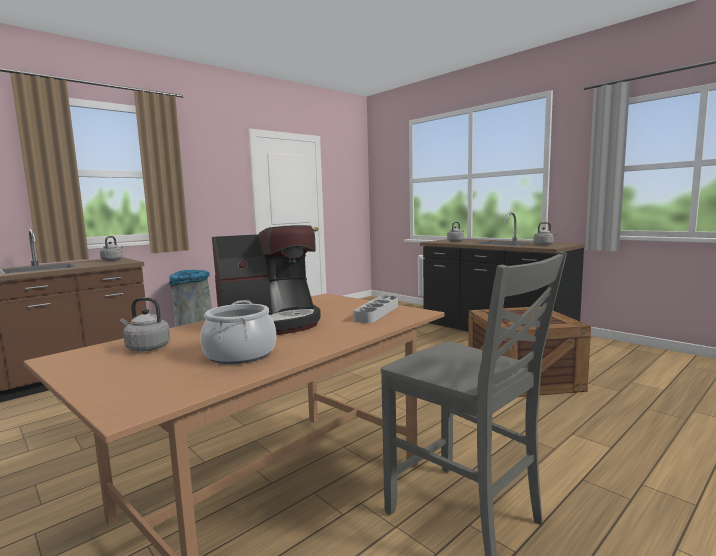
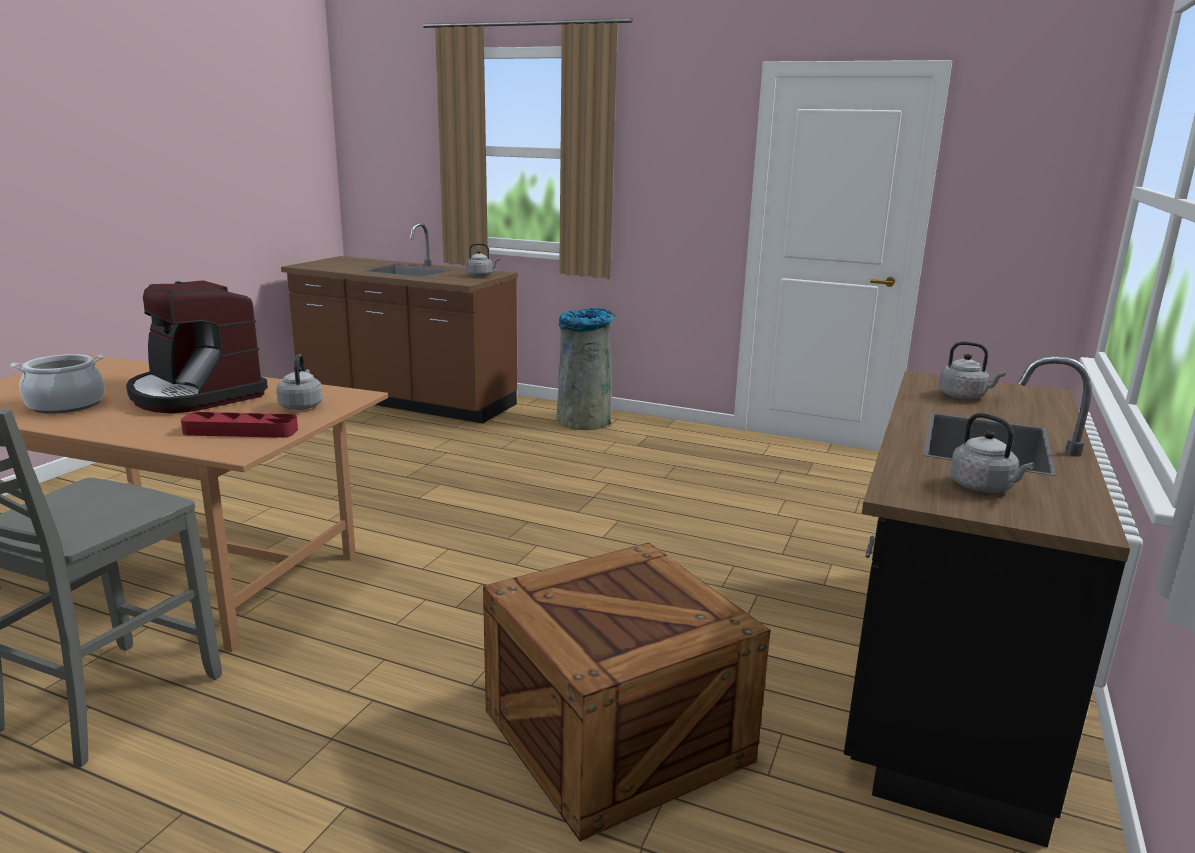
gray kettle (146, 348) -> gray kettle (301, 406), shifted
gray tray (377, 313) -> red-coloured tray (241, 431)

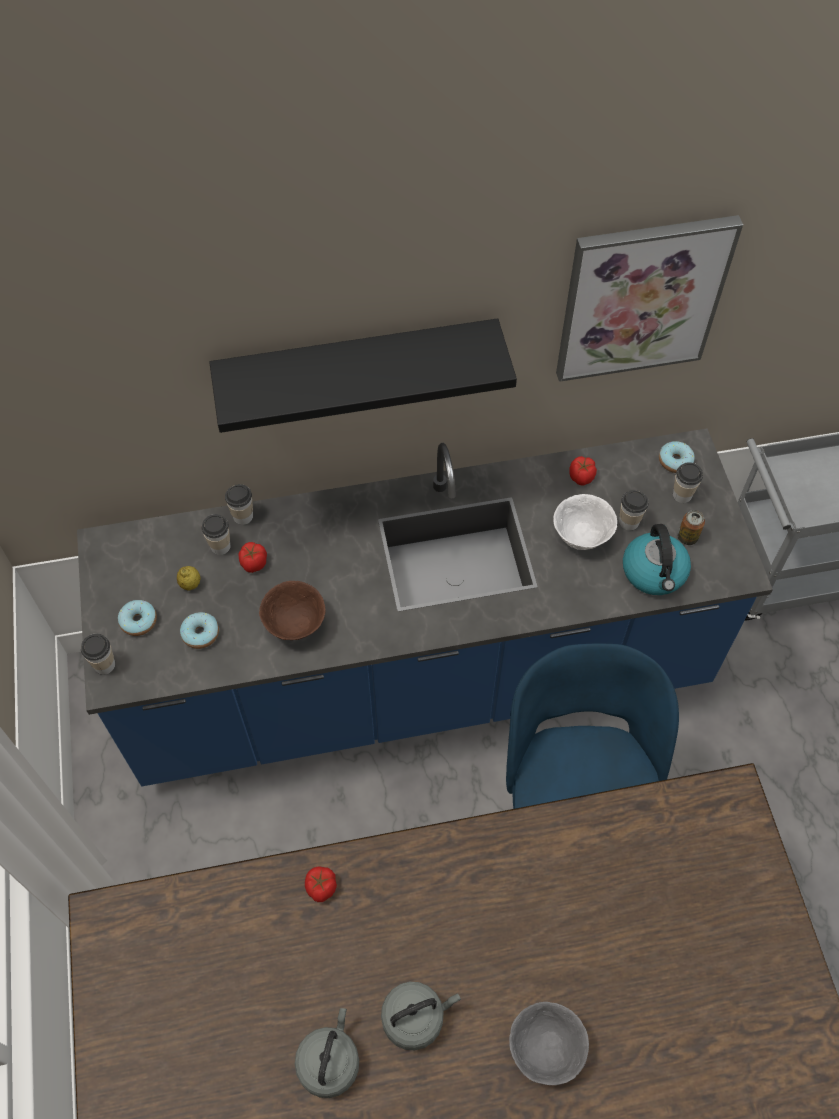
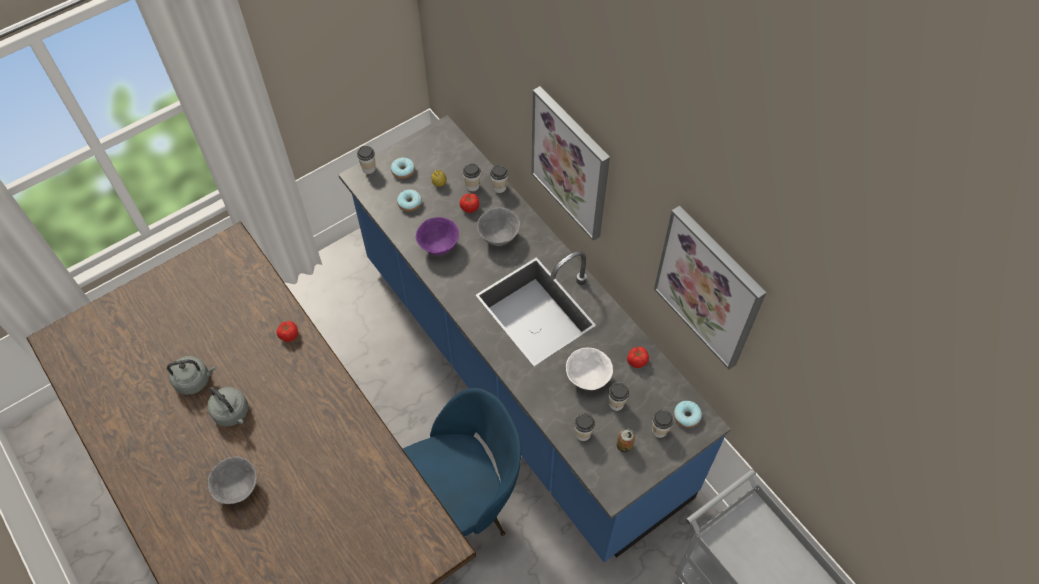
blackish wall shelf (357, 367) -> wall picture (571, 163)
brownish deep dish (295, 625) -> purple-coloured deep dish (438, 246)
kettle (654, 573) -> cup (583, 434)
none -> gray deep dish (499, 237)

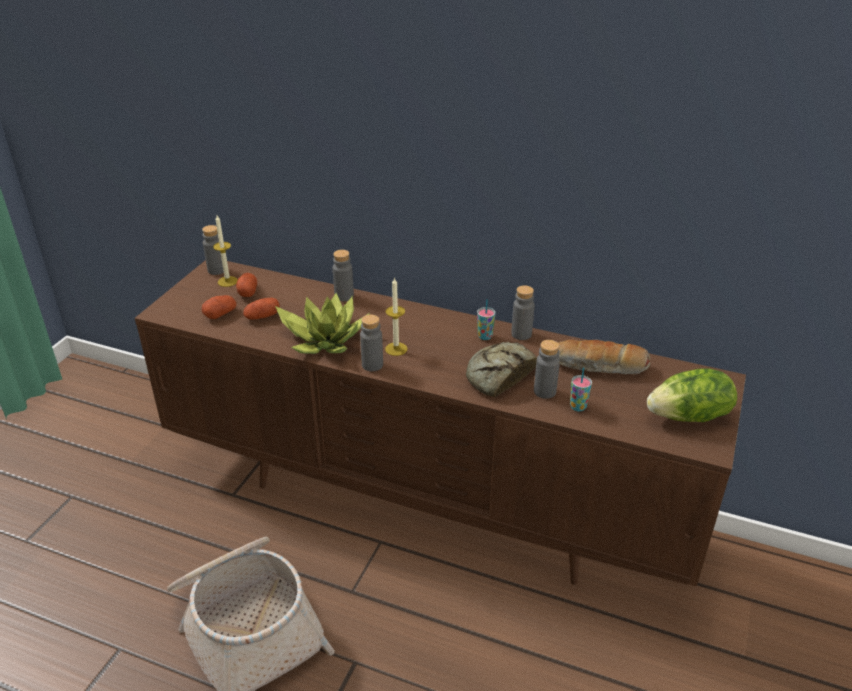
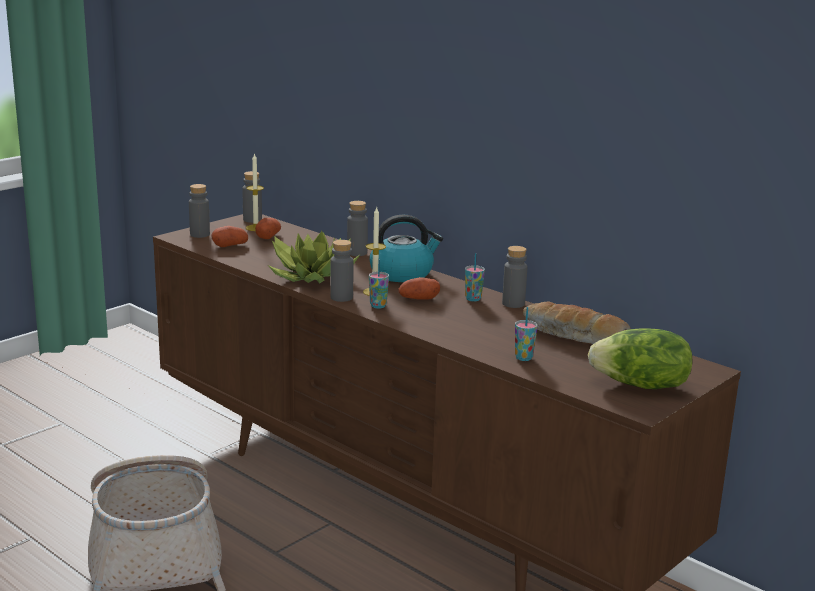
whole potato (262, 317) -> whole potato (418, 299), shifted
baked bread (498, 375) -> none
gray bottle (544, 391) -> gray bottle (200, 234), shifted
none -> cup (378, 306)
none -> kettle (402, 273)

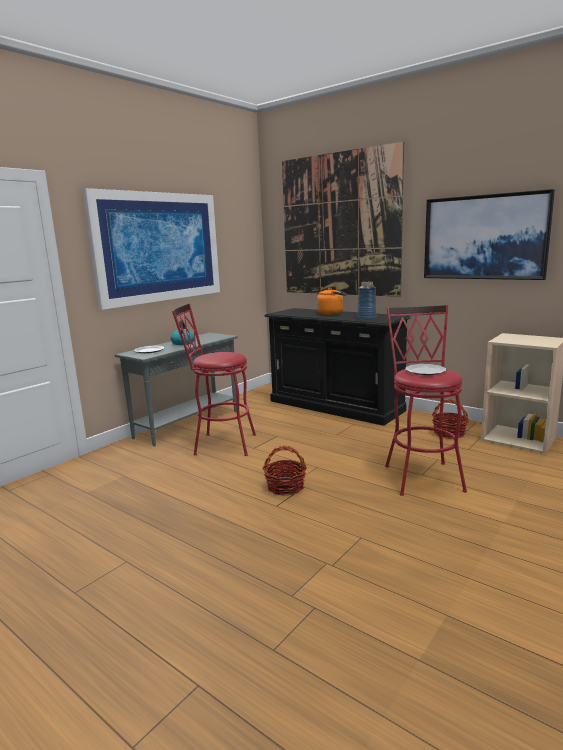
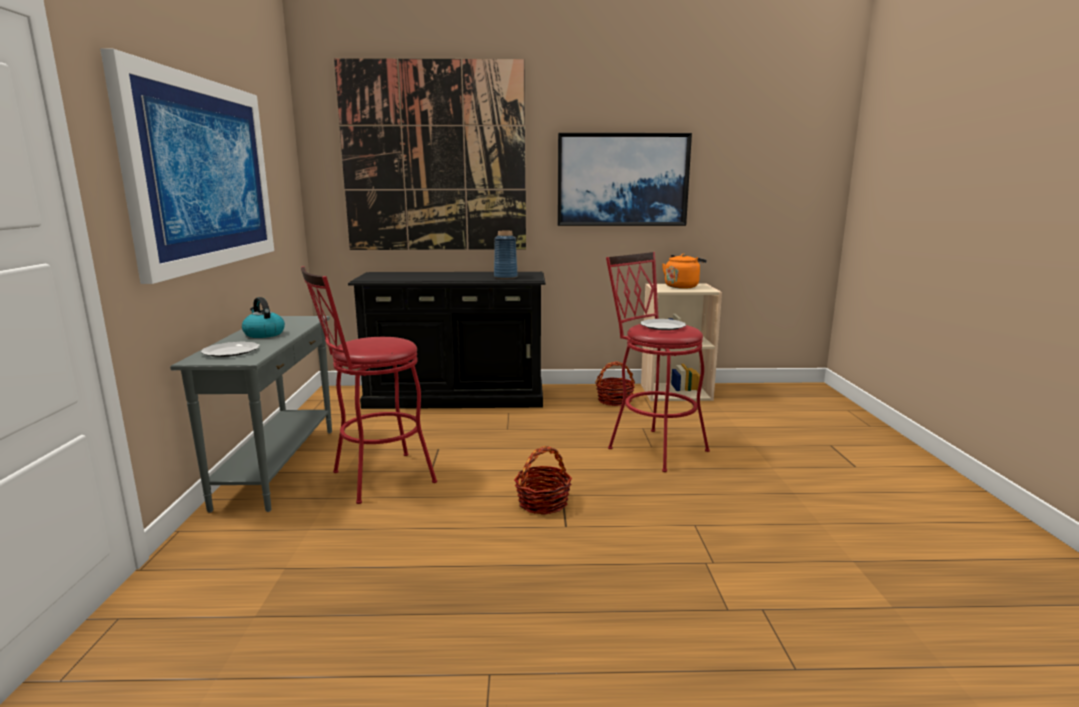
orange-coloured kettle (332, 313) -> orange-coloured kettle (682, 286), shifted

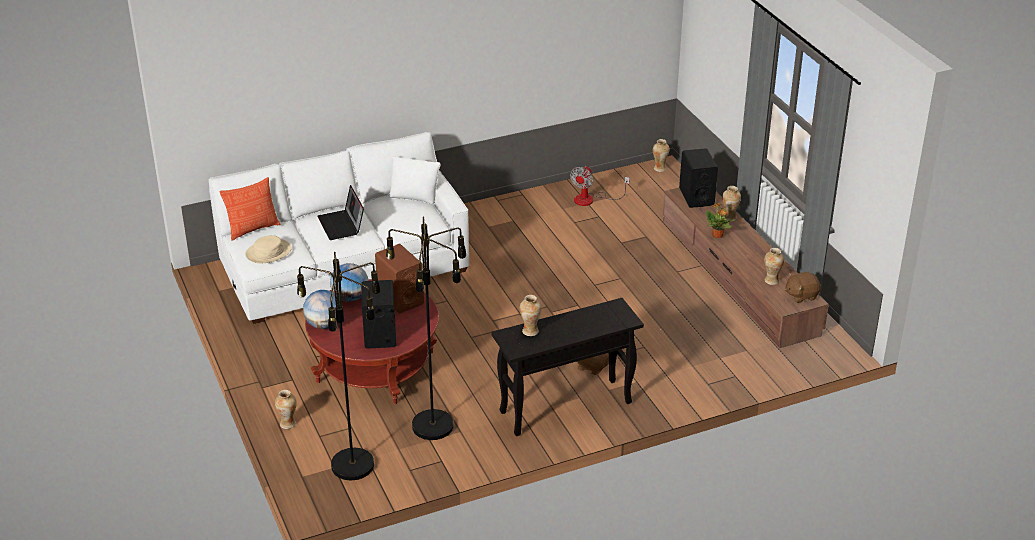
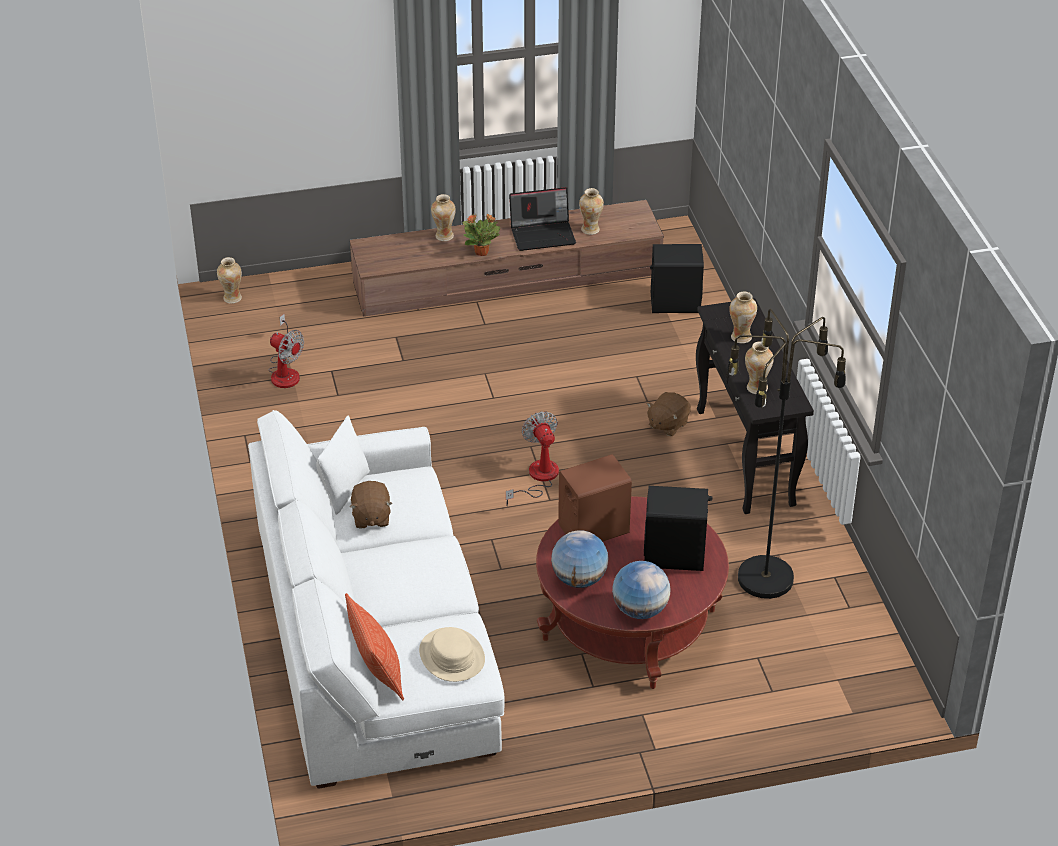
decorative vase (288, 424) -> decorative vase (741, 337), shifted
standing lamp (354, 465) -> none
notebook computer (342, 225) -> notebook computer (543, 234), shifted
blackish speaker (696, 197) -> blackish speaker (674, 303), shifted
brownish plush toy (801, 295) -> brownish plush toy (371, 517), shifted
none -> cooling fan (537, 478)

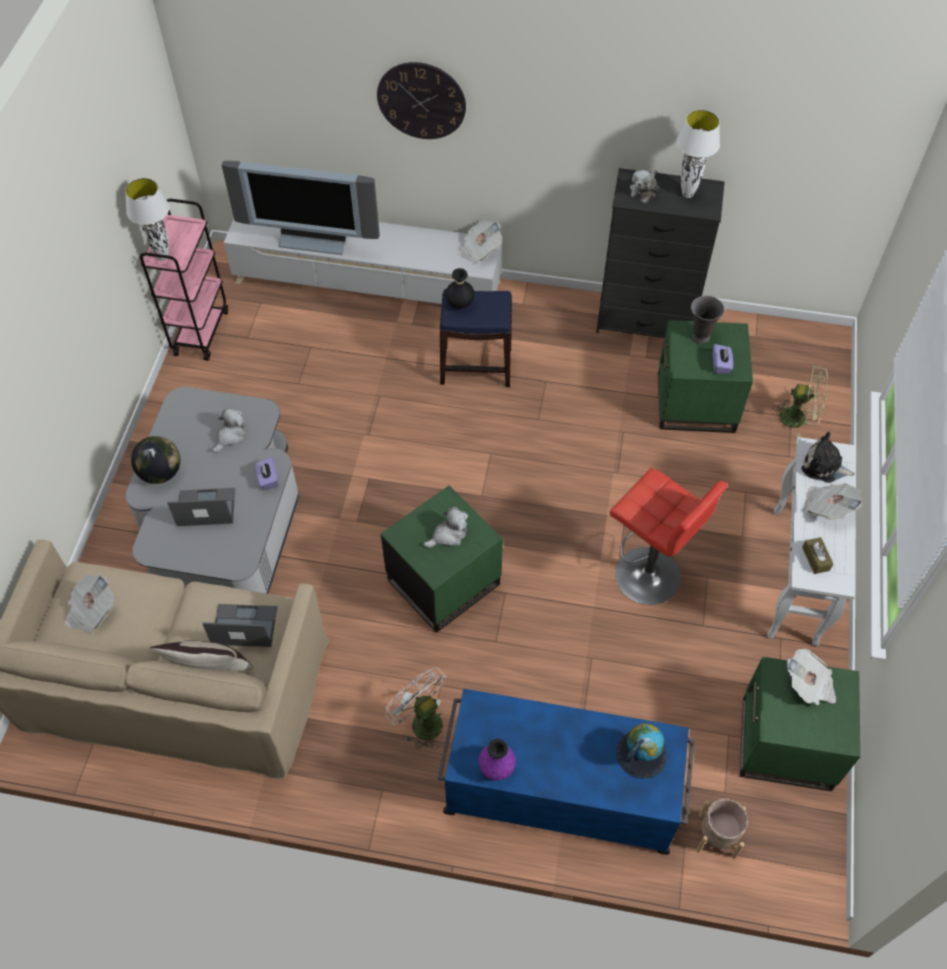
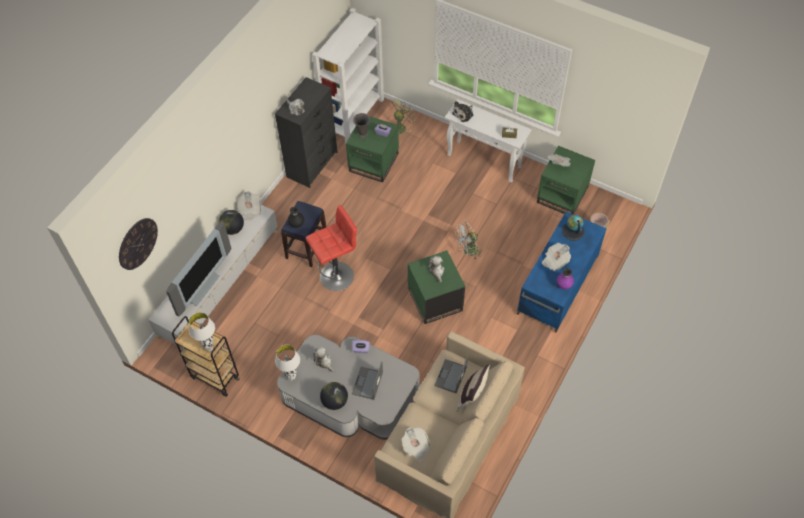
pink cart (200, 332) -> brownish cart (214, 379)
clock on the wall (421, 100) -> clock on the wall (137, 243), shifted
white cooling fan (421, 721) -> white cooling fan (468, 251), shifted
red-coloured sitting stool (648, 576) -> red-coloured sitting stool (337, 276), shifted
white table lamp (687, 194) -> white table lamp (291, 377), shifted
daily paper (827, 507) -> daily paper (555, 261), shifted
none -> world globe (233, 229)
none -> white bookcase (353, 116)

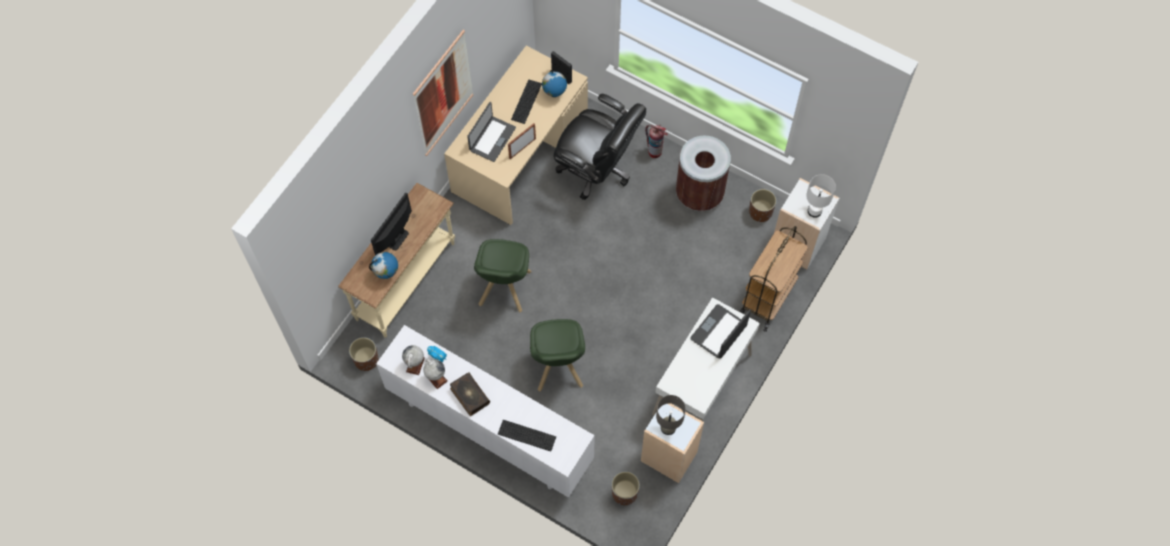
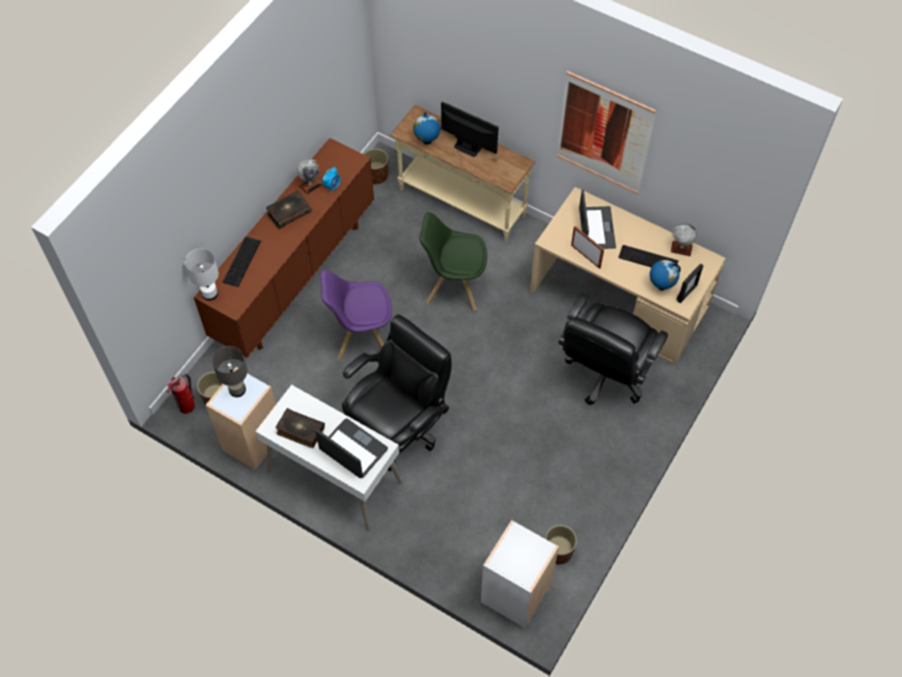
white cupboard (489, 431) -> brownish cupboard (295, 278)
world globe (415, 365) -> world globe (681, 248), shifted
notebook computer (492, 139) -> notebook computer (596, 228), 120 degrees counterclockwise
green upright chair (558, 367) -> purple-coloured upright chair (361, 337)
extinguisher (654, 151) -> extinguisher (187, 406), shifted
brownish trash can (699, 194) -> none
brownish cart (768, 296) -> none
white table lamp (814, 211) -> white table lamp (209, 294), shifted
none -> bound book (300, 431)
none -> blackish office chair (398, 427)

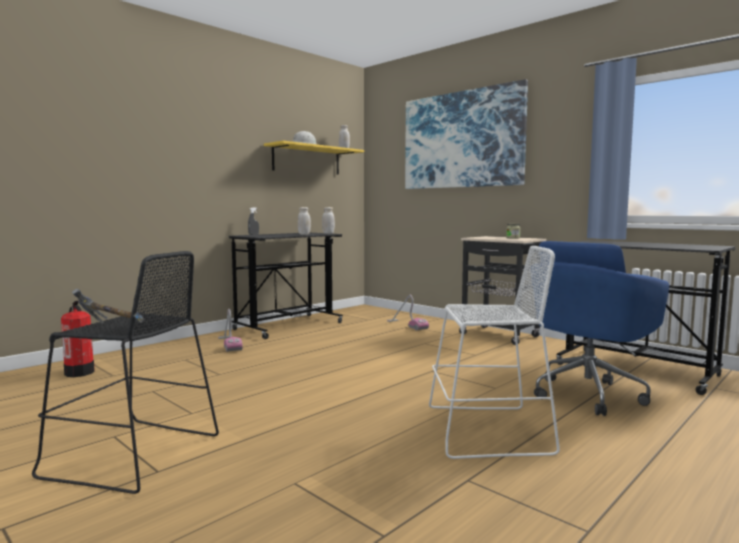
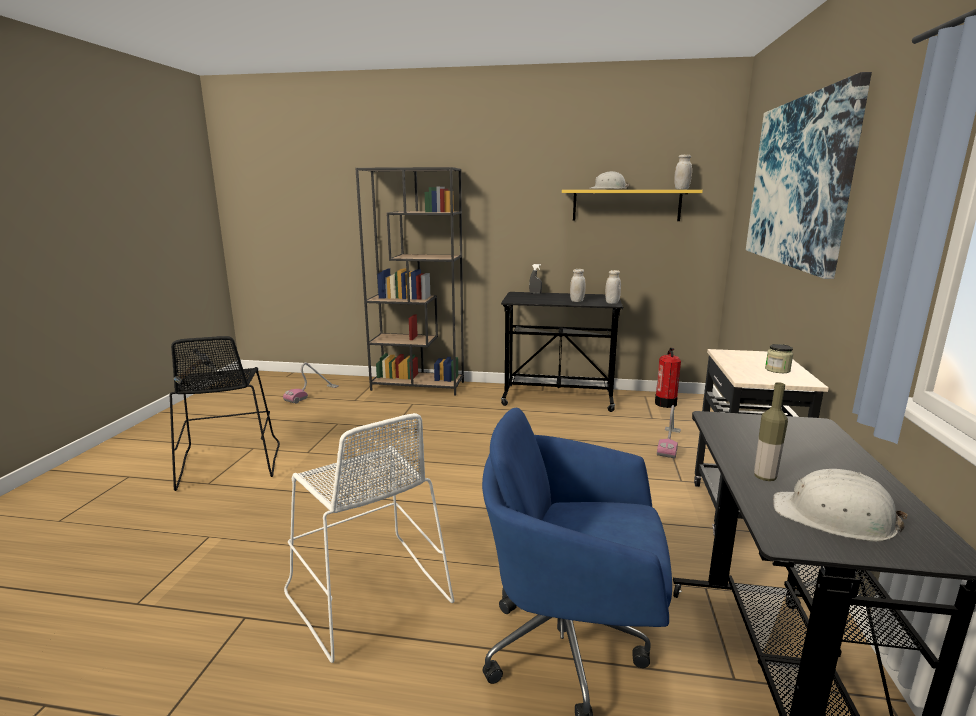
extinguisher (79, 372) -> extinguisher (665, 403), shifted
vacuum cleaner (229, 344) -> vacuum cleaner (312, 394), shifted
none -> bookcase (418, 386)
none -> bottle (764, 477)
none -> white safety helmet (834, 517)

